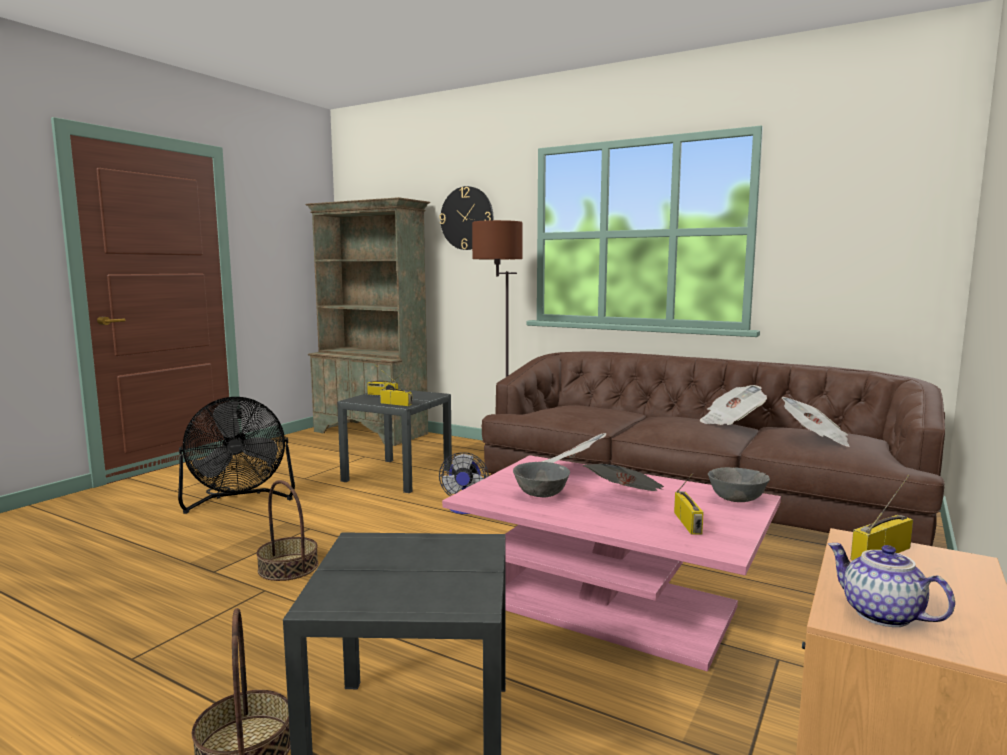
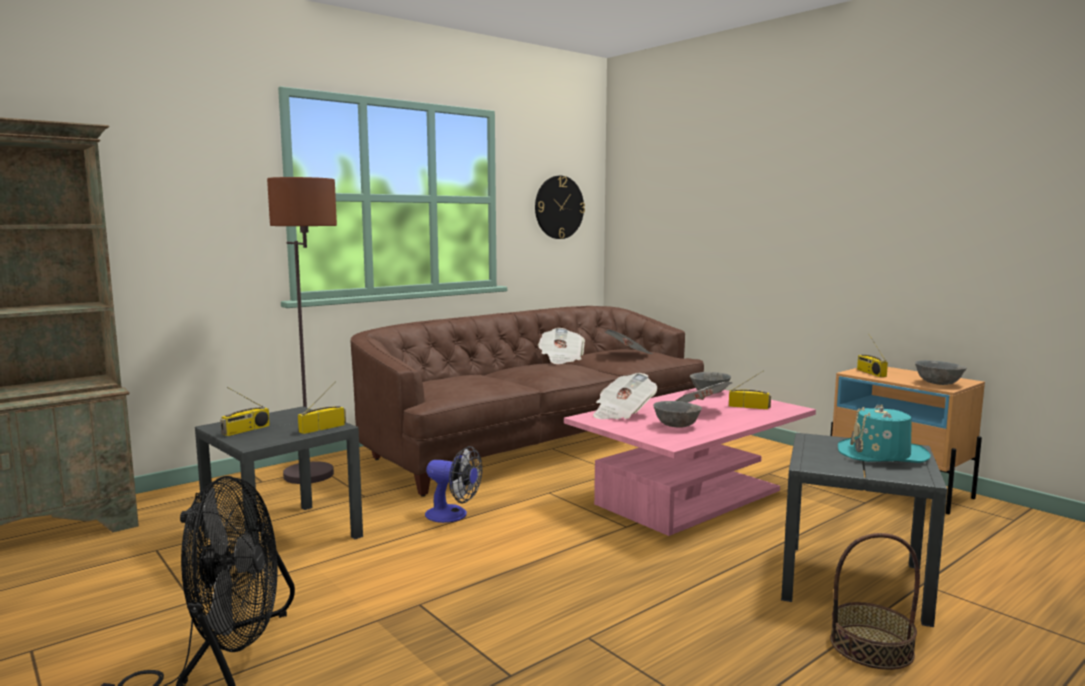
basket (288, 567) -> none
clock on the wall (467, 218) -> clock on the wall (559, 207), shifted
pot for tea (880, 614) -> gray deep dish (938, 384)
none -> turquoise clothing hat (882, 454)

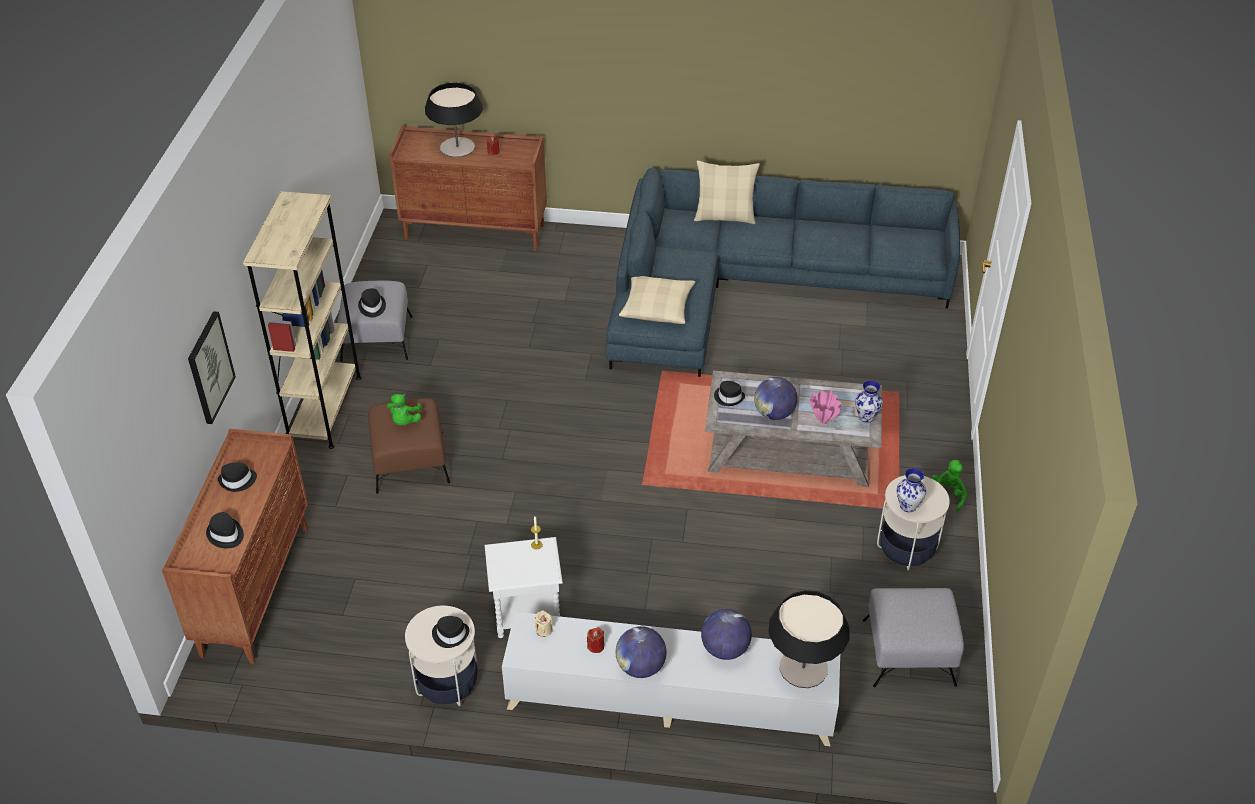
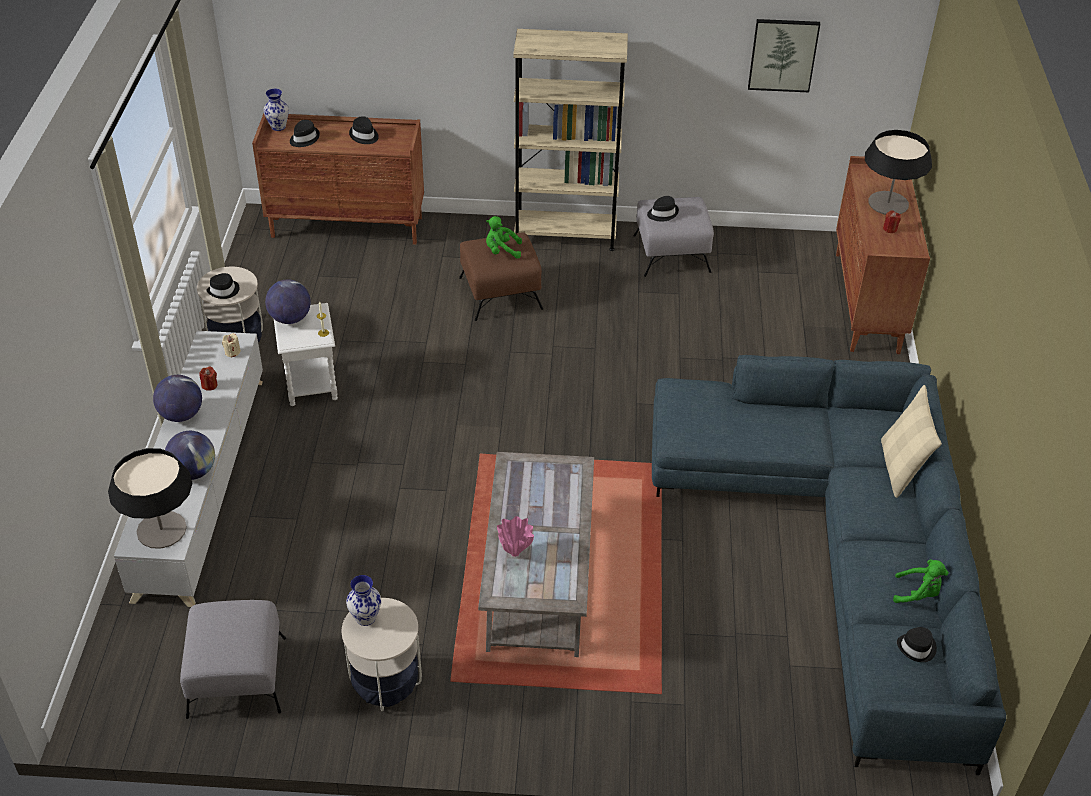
wall picture (209, 367) -> wall picture (783, 55), shifted
sand-coloured pillow (657, 306) -> none
blackish clothing hat (729, 397) -> blackish clothing hat (917, 648), shifted
world globe (774, 414) -> world globe (290, 318), shifted
decorative vase (866, 417) -> decorative vase (278, 127), shifted
green plush toy (947, 495) -> green plush toy (918, 594), shifted

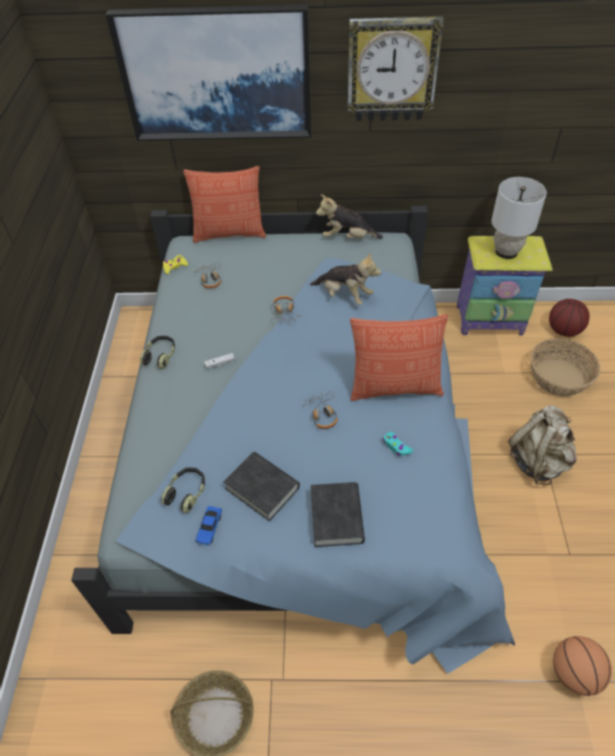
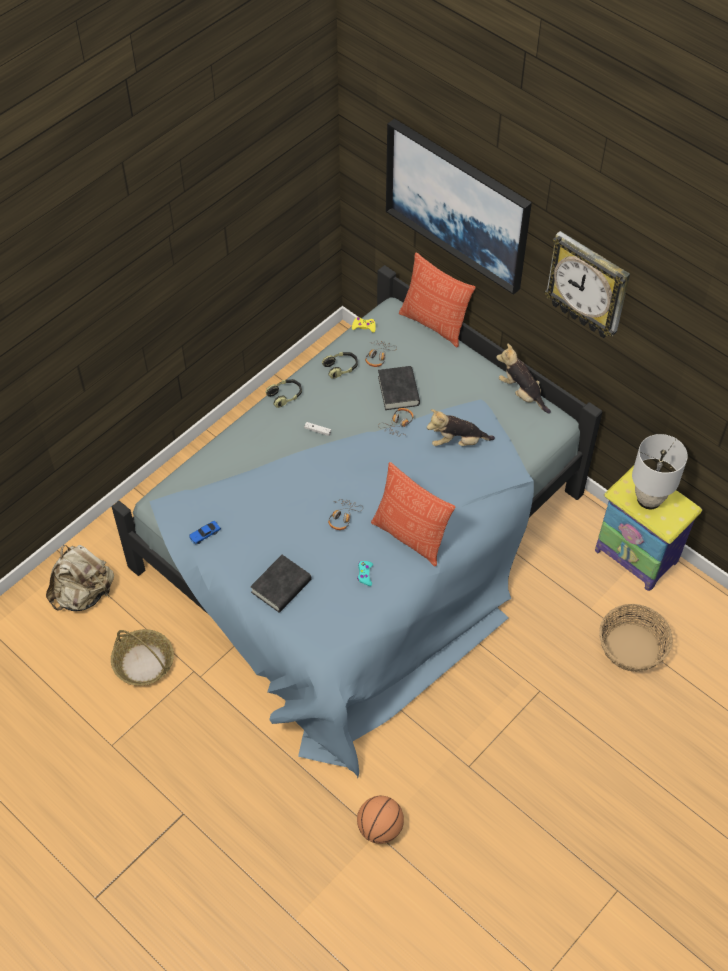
pair of headphones (186, 493) -> pair of headphones (341, 368), shifted
blackish bound book (262, 488) -> blackish bound book (398, 391), shifted
plush toy (345, 295) -> plush toy (457, 442), 105 degrees clockwise
sand-coloured knapsack (538, 461) -> sand-coloured knapsack (83, 594), shifted
basketball (564, 330) -> none

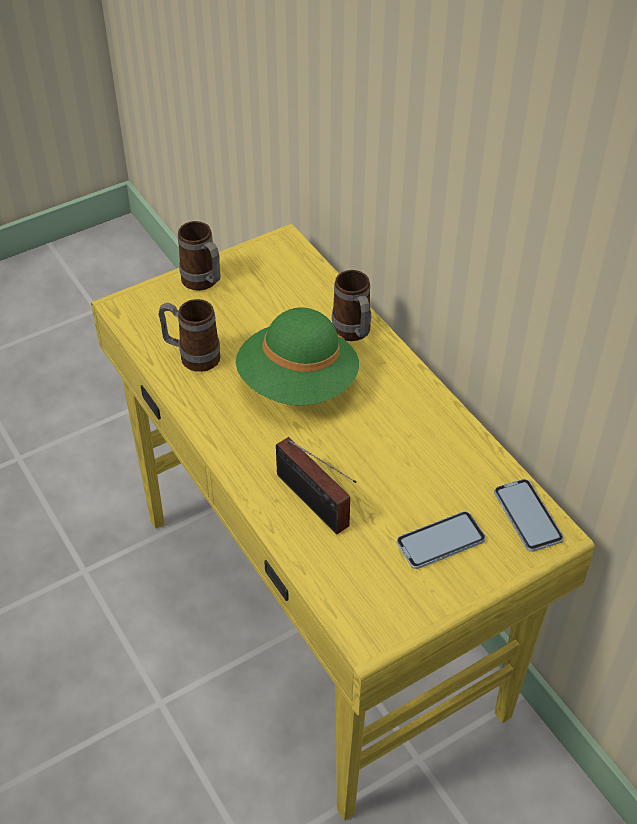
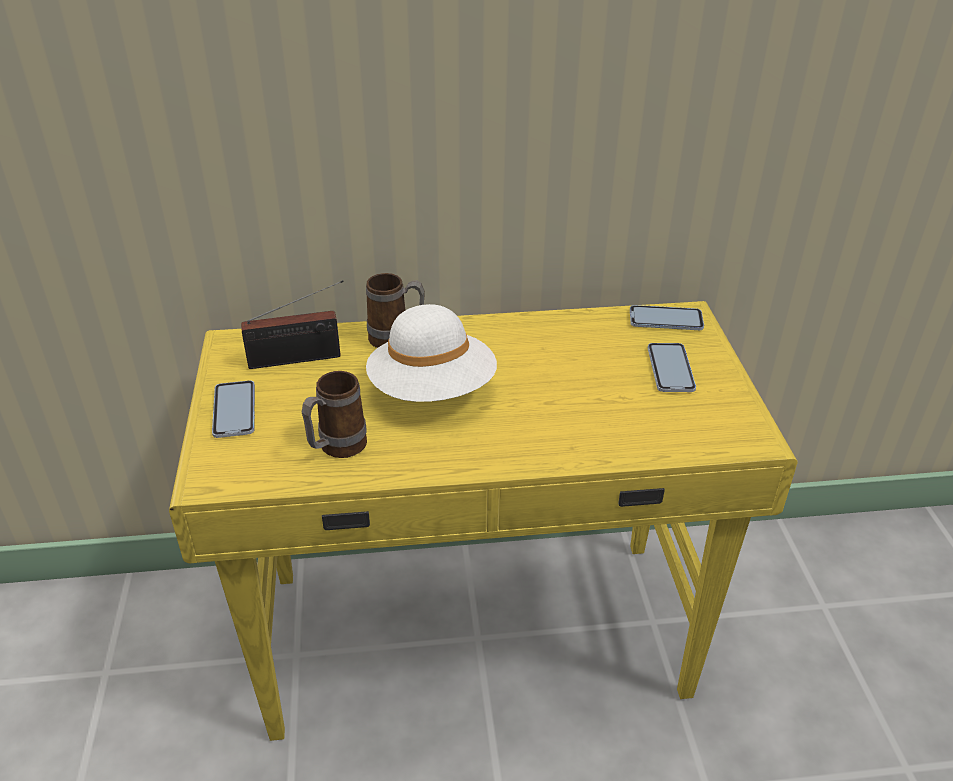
tea mug (204, 283) -> handset (234, 410)
green clothing hat (298, 383) -> white clothing hat (432, 390)
radio receiver (315, 504) -> radio receiver (300, 358), shifted

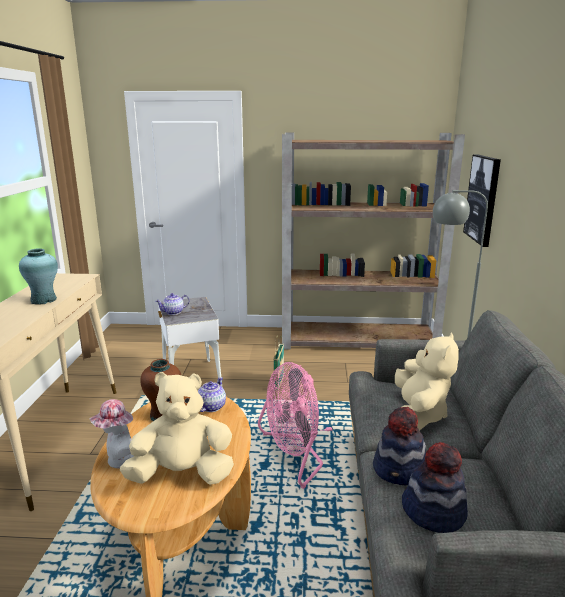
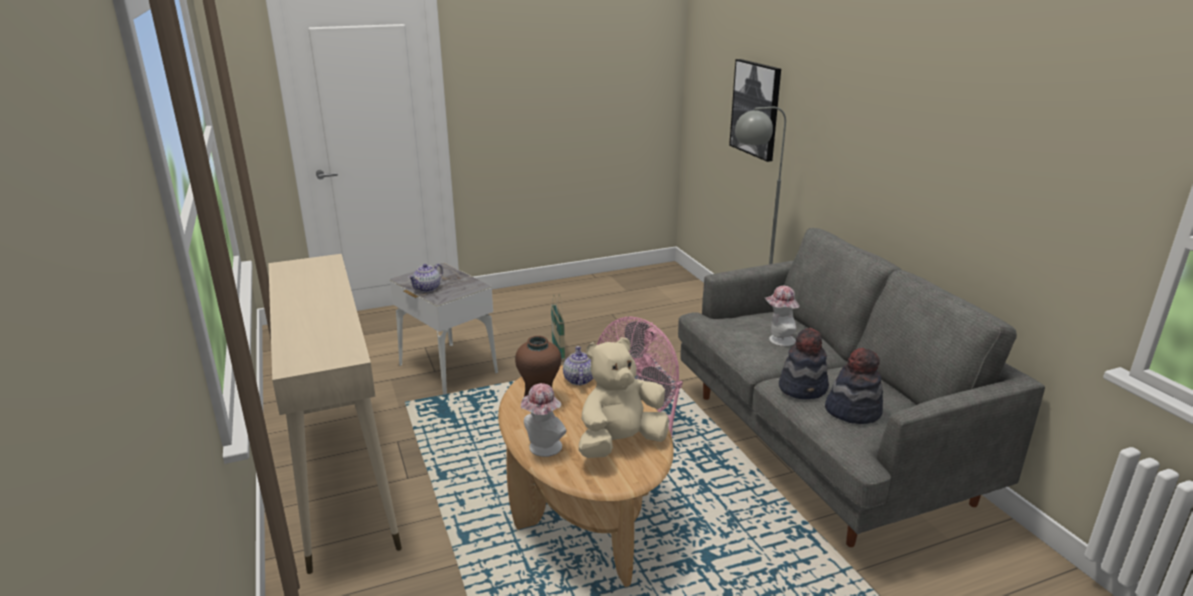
turquoise decorative vase (44, 300) -> none
brownish bookcase (358, 340) -> none
sand-coloured plush toy (418, 415) -> clothing hat (778, 340)

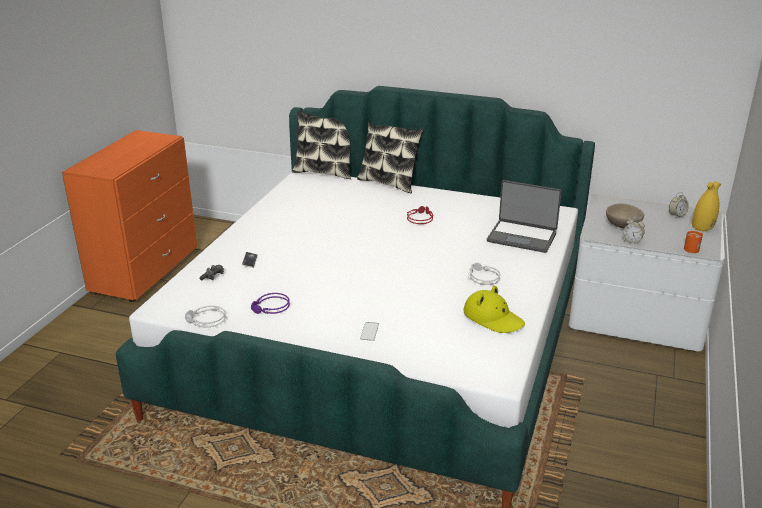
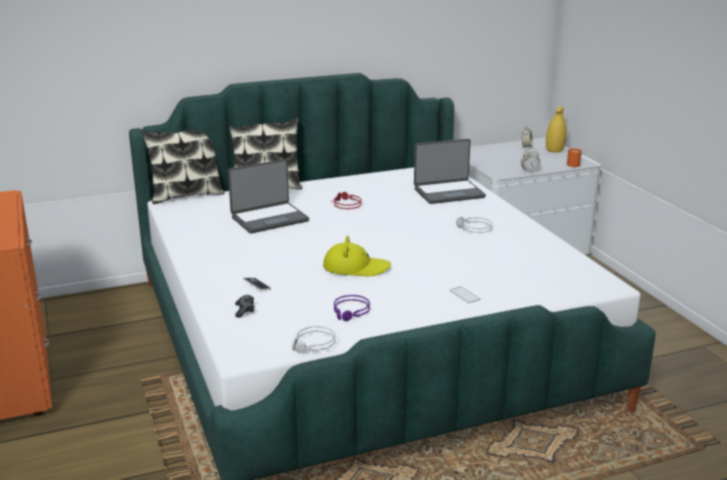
yellow-coloured clothing hat (493, 318) -> yellow-coloured clothing hat (355, 268), shifted
sand-coloured deep dish (622, 226) -> none
none -> notebook computer (269, 219)

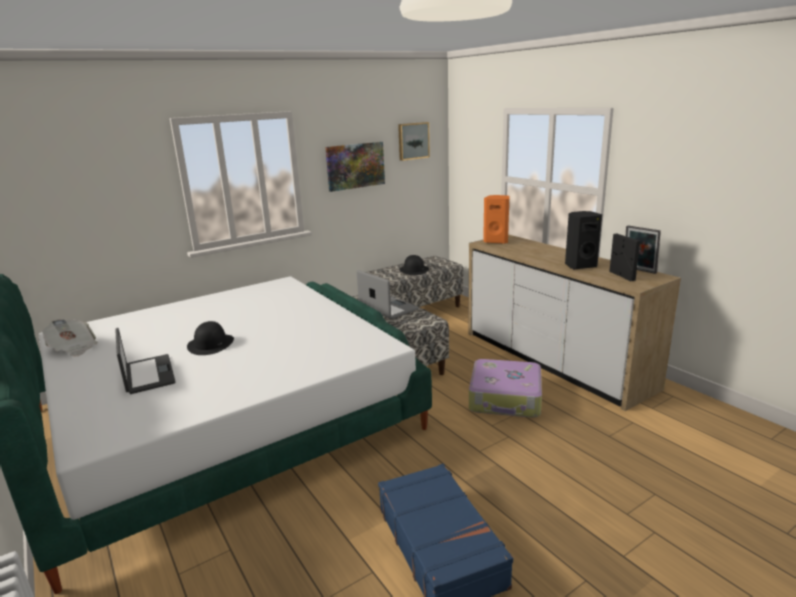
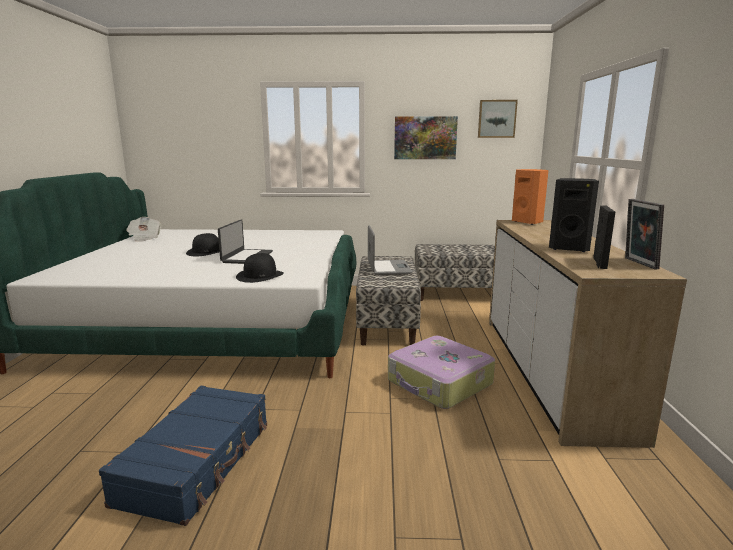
notebook computer (147, 374) -> notebook computer (246, 257), shifted
blackish clothing hat (414, 270) -> blackish clothing hat (260, 276), shifted

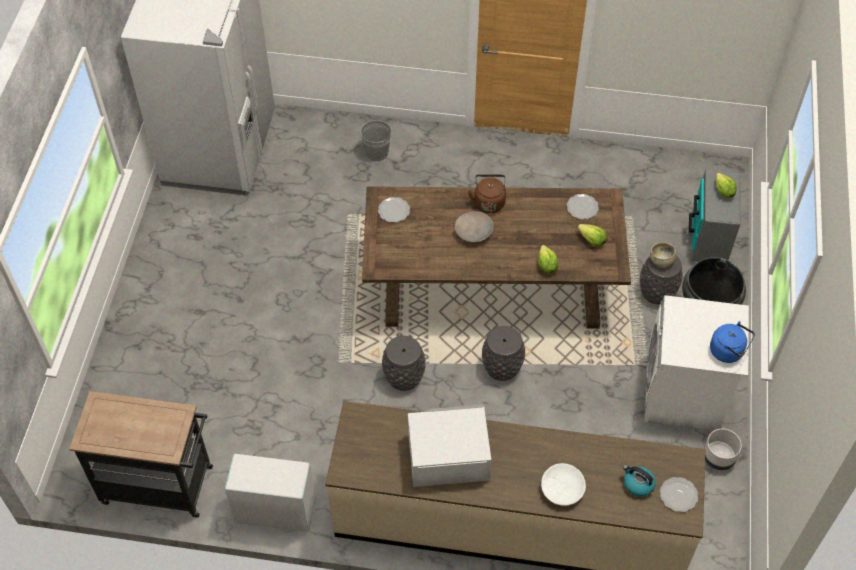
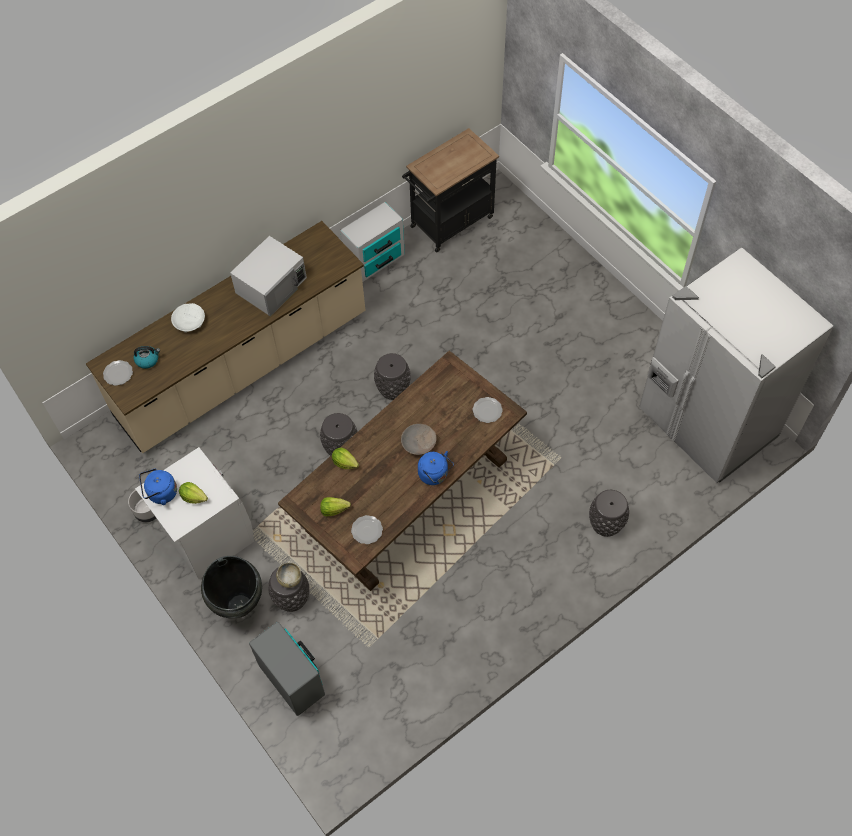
gray bucket (377, 152) -> gray sitting stool (606, 523)
brownish kettle (489, 201) -> blue kettle (435, 475)
head of lettuce (723, 192) -> head of lettuce (193, 497), shifted

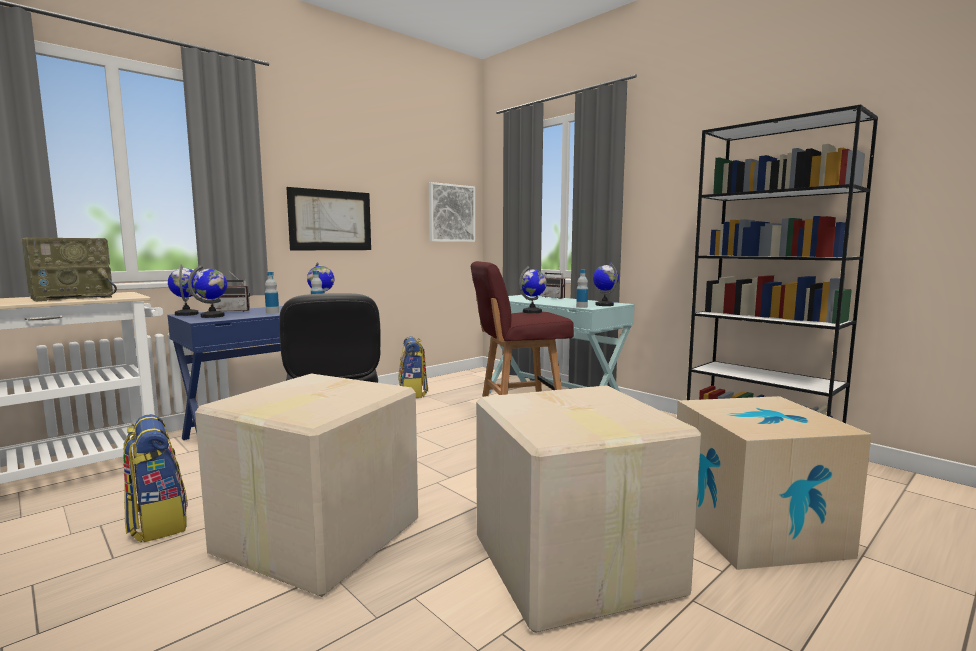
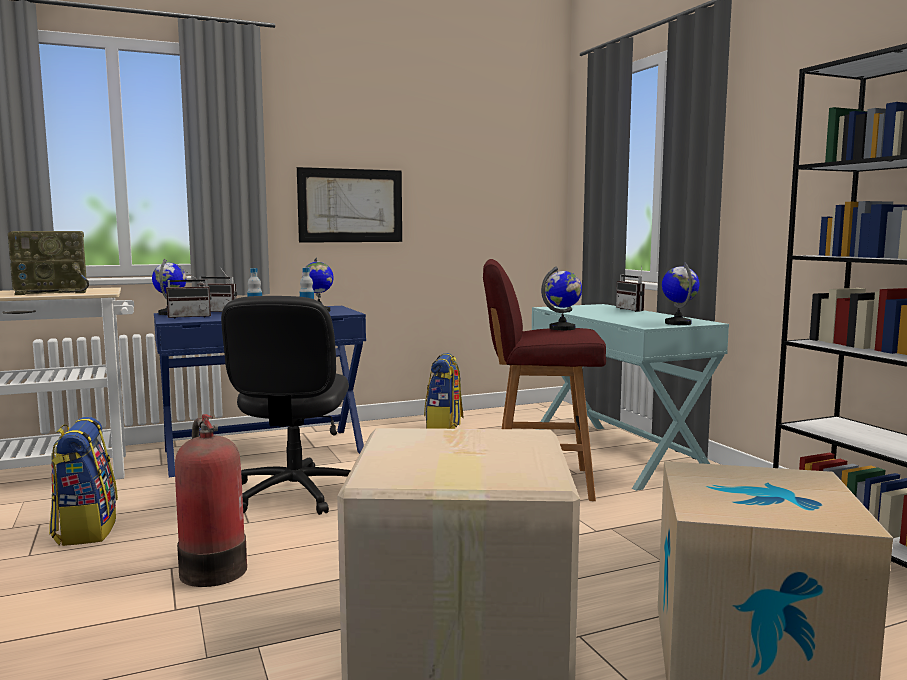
world globe (213, 316) -> radio receiver (190, 317)
cardboard box (315, 537) -> extinguisher (212, 569)
wall picture (451, 213) -> none
bottle (581, 307) -> none

